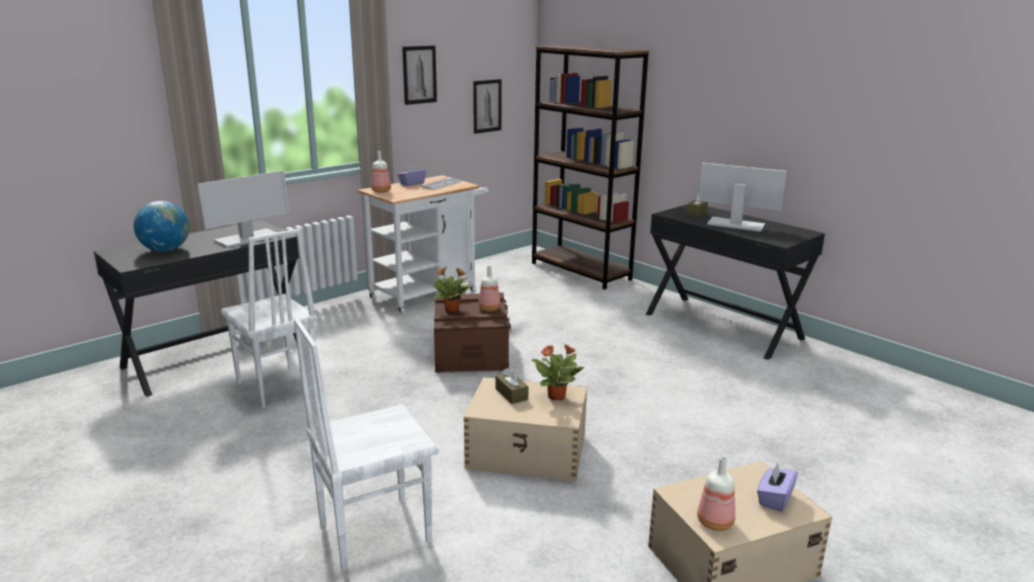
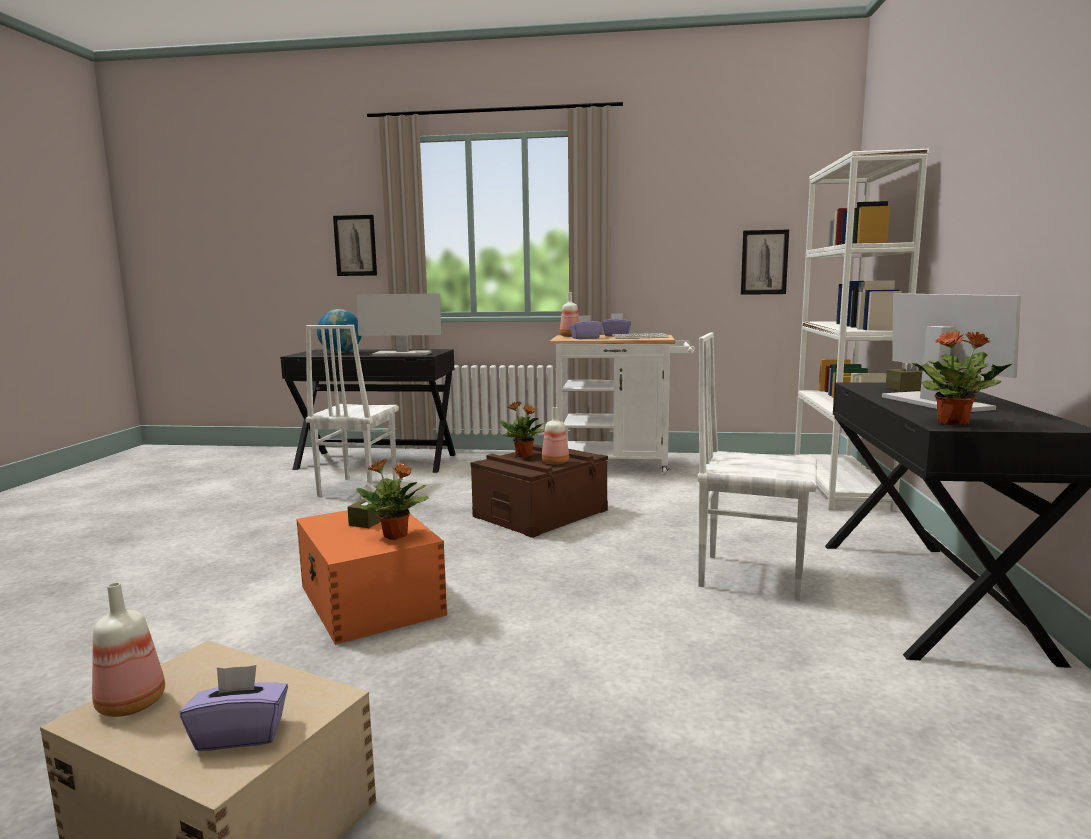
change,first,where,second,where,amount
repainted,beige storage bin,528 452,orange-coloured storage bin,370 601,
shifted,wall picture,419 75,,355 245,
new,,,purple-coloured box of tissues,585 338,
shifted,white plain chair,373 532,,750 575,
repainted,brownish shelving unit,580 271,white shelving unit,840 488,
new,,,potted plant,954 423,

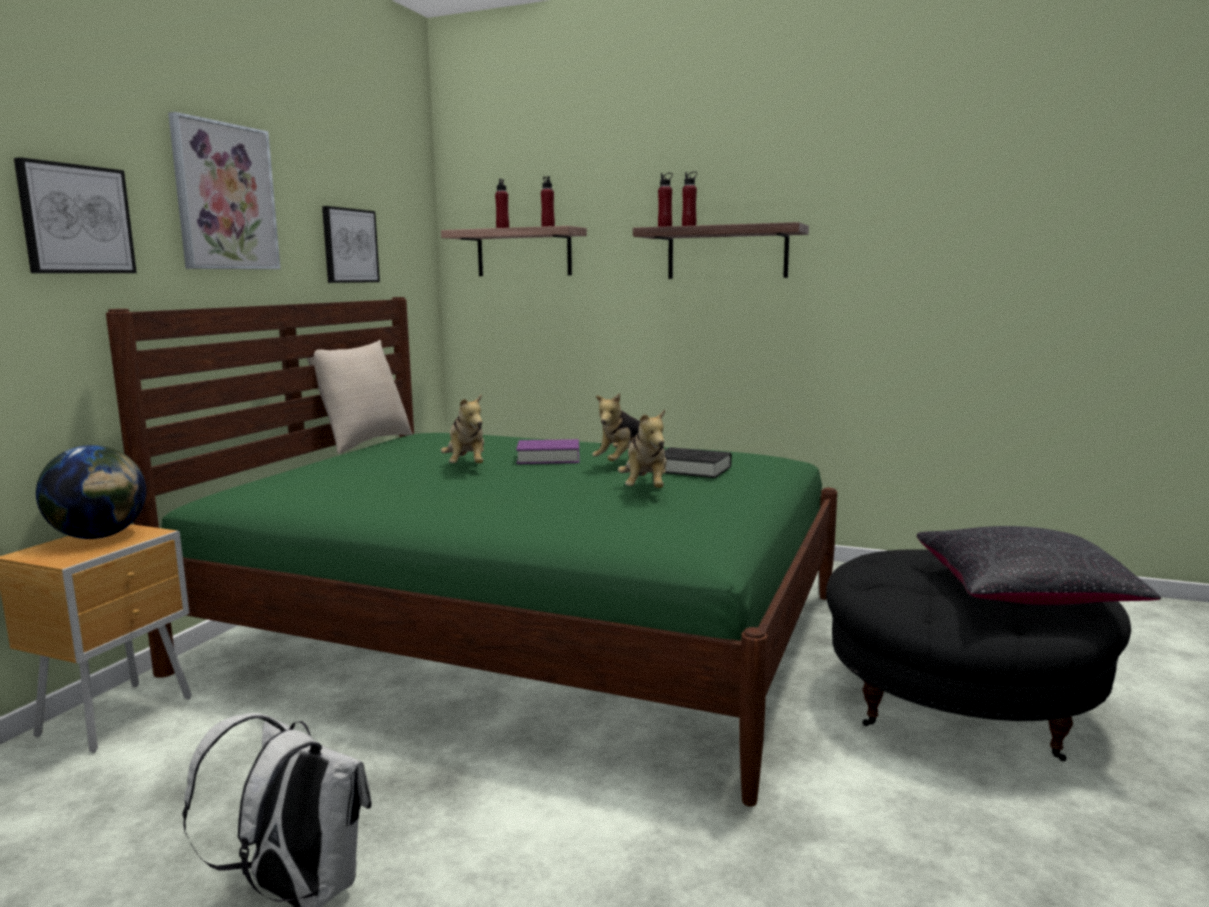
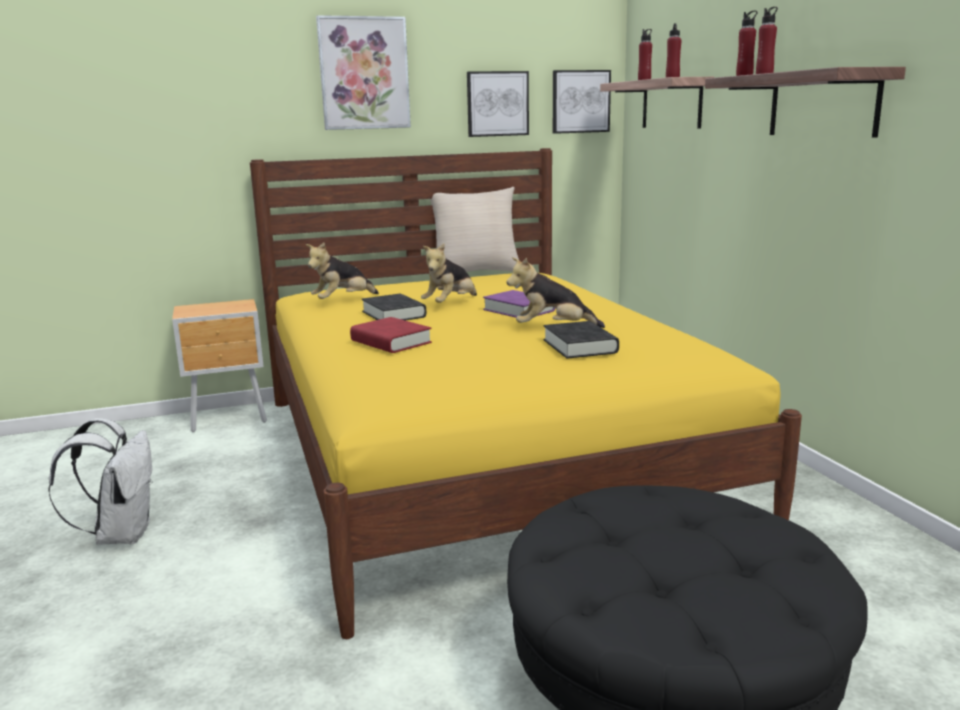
change,first,where,second,where,amount
repainted,greenish sleeping bed,527 632,yellow-coloured sleeping bed,480 458,
shifted,soft toy,645 489,,342 301,
new,,,red book,391 342,
new,,,blackish book,393 314,
shifted,wall picture,76 219,,580 101,
gone,world globe,99 536,,,
gone,blackish throw pillow,1022 592,,,

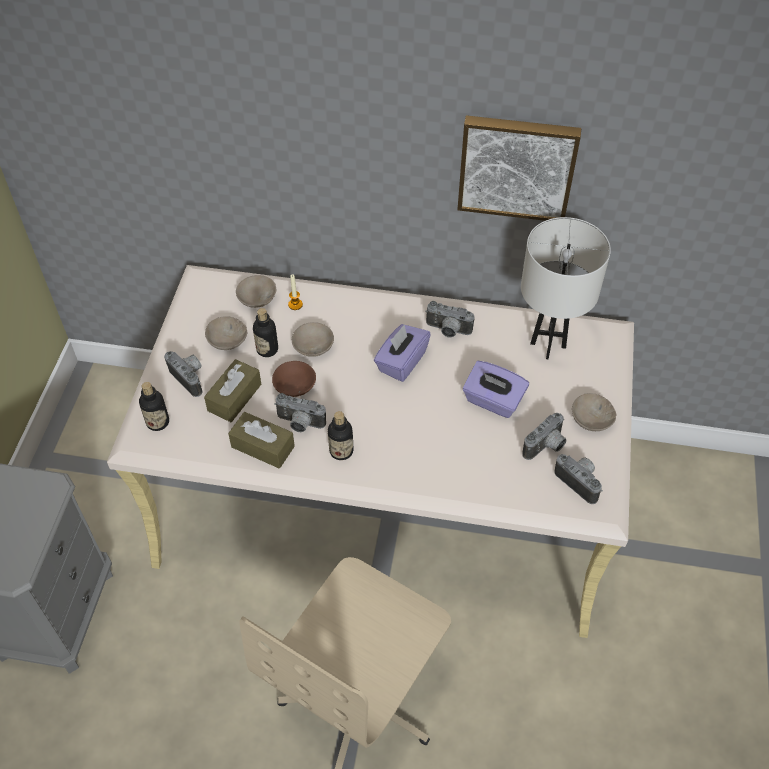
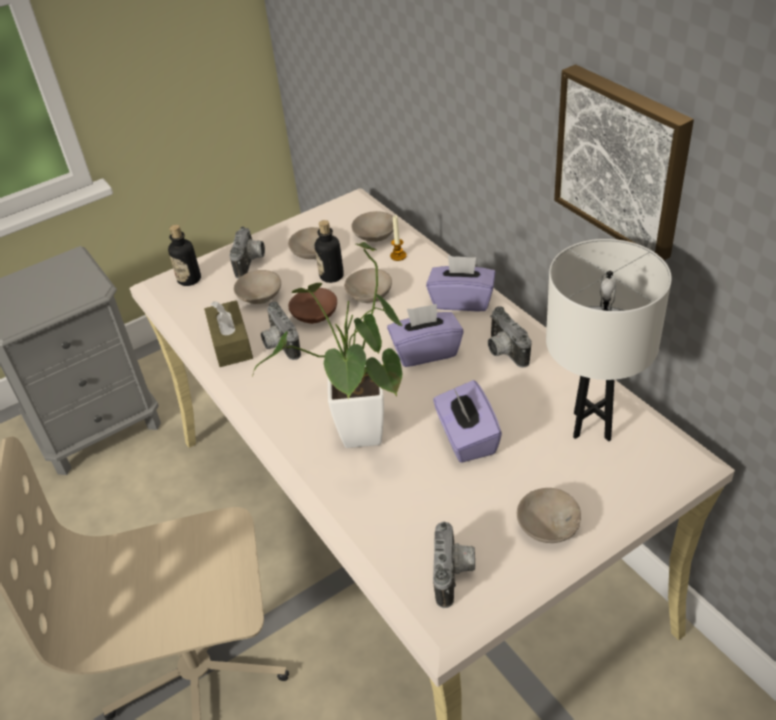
change,first,where,second,where,amount
swapped,brownish box of tissues,234 397,beige serving bowl,261 295,
new,,,potted plant,362 443,
new,,,purple-coloured box of tissues,462 300,
gone,drink bottle,341 451,,,
gone,photo camera,546 447,,,

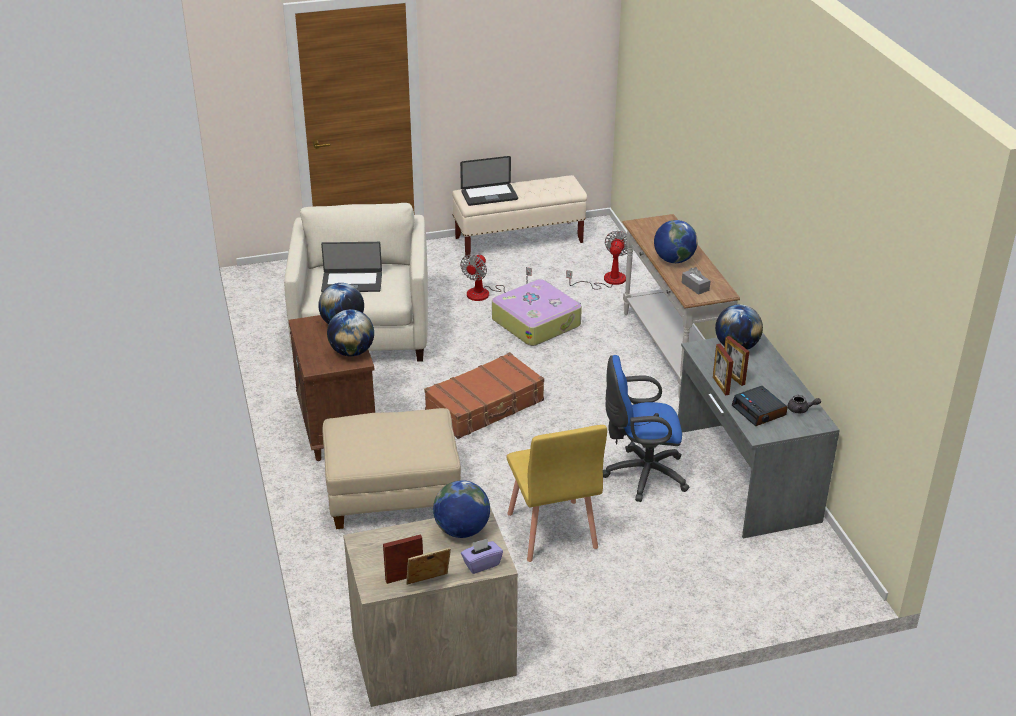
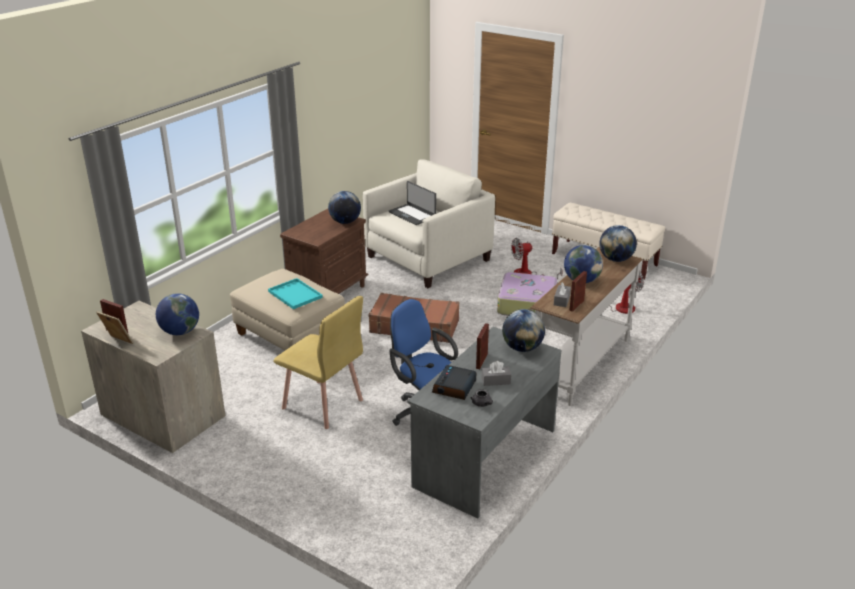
change,first,where,second,where,amount
new,,,blue-green carrying tray,294 294,
rotated,yellow-coloured plain chair,551 531,,322 404,90 degrees counterclockwise
new,,,gray box of tissues,496 381,
shifted,picture frame,720 386,,576 305,
shifted,world globe,352 352,,616 259,
gone,laptop,489 196,,,
gone,purple-coloured box of tissues,481 564,,,

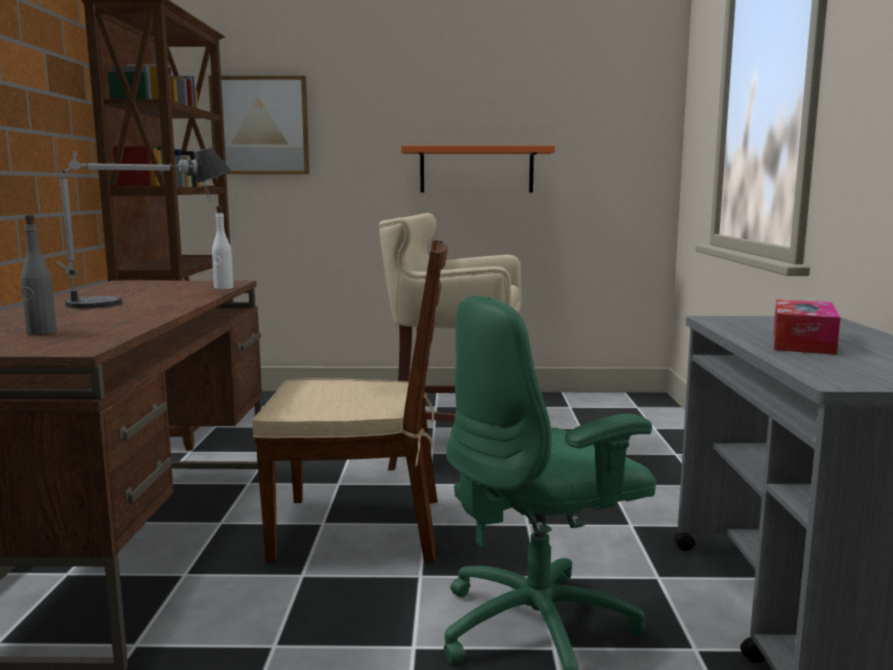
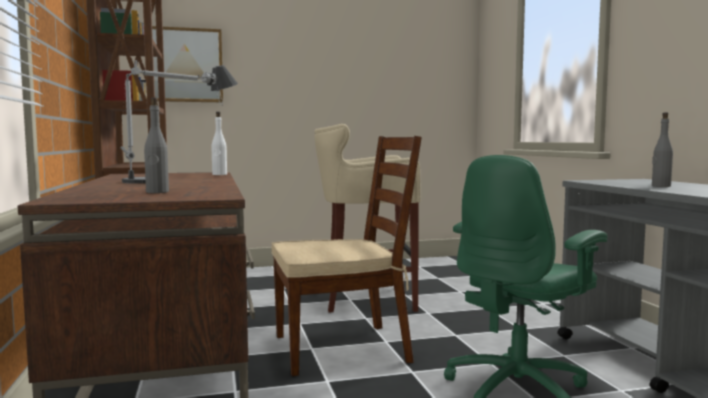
change,first,where,second,where,amount
swapped,box of tissues,802 342,gray drink bottle,660 186,
gone,orange-coloured wall shelf,476 170,,,

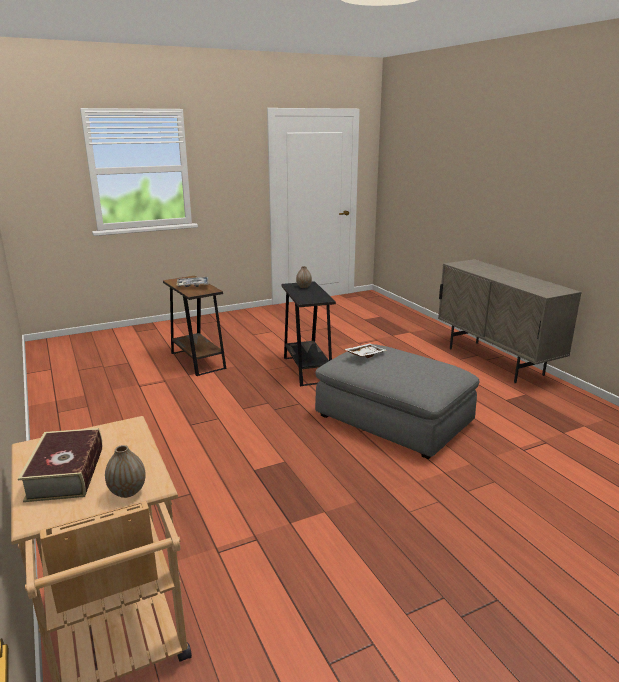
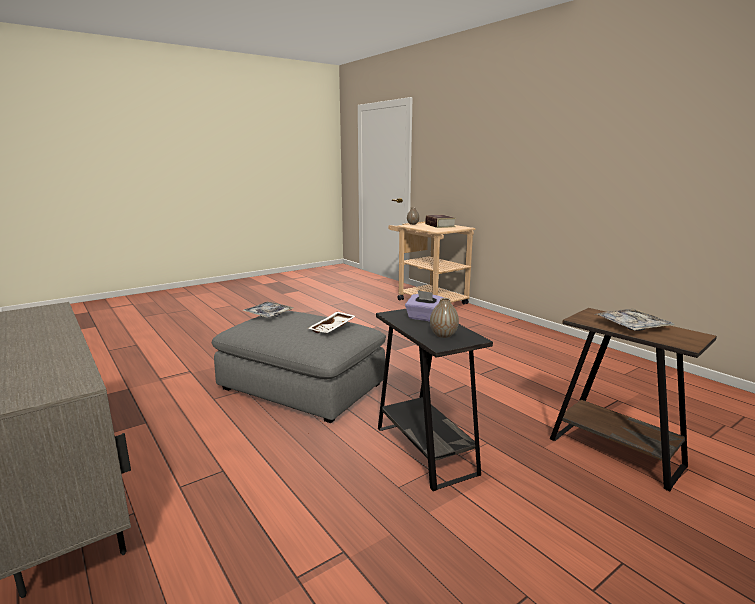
change,first,where,second,where,amount
new,,,carrying tray,268 314,
new,,,purple-coloured box of tissues,425 318,

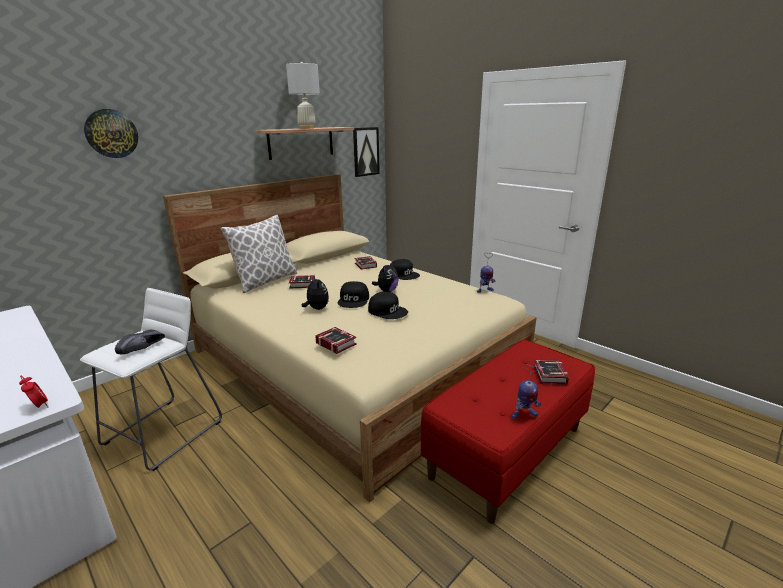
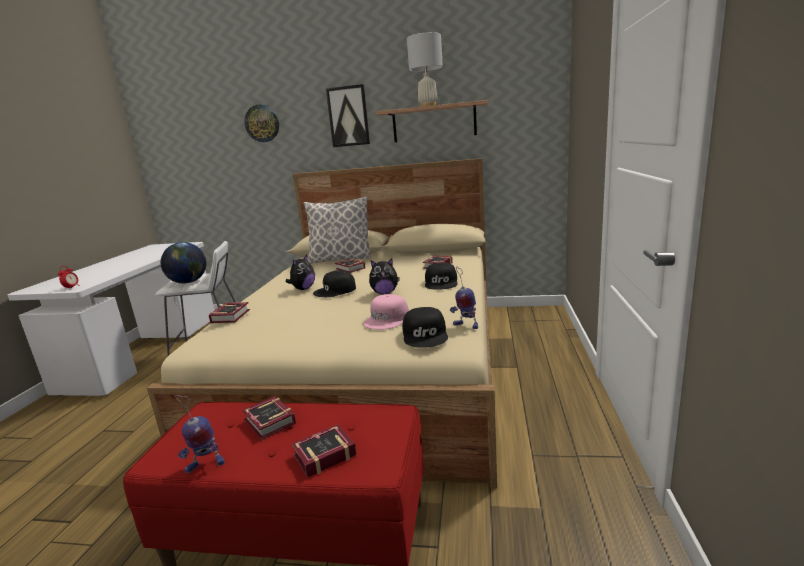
change,first,where,second,where,amount
swapped,blackish item of footwear,144 349,world globe,188 282,
rotated,robot figure,523 415,,205 465,60 degrees counterclockwise
new,,,book,269 423,
shifted,wall picture,365 151,,348 116,
new,,,pinkish peaked cap,387 319,
shifted,blackish peaked cap,388 311,,426 335,

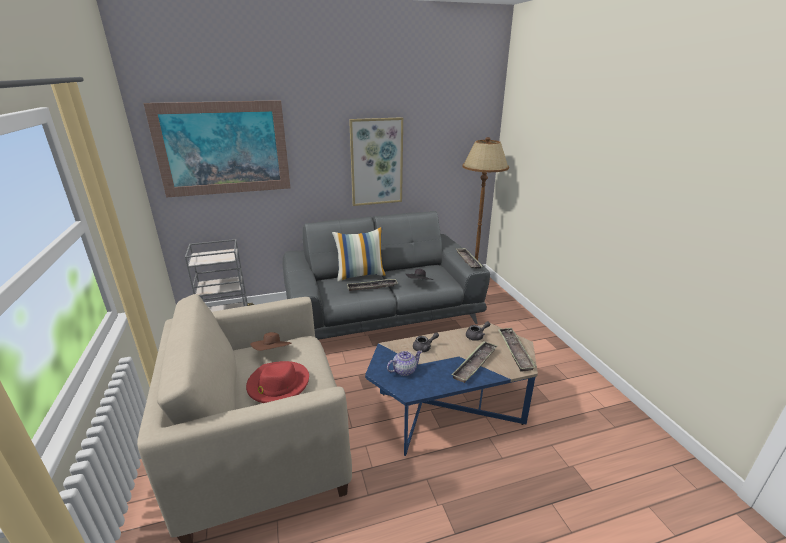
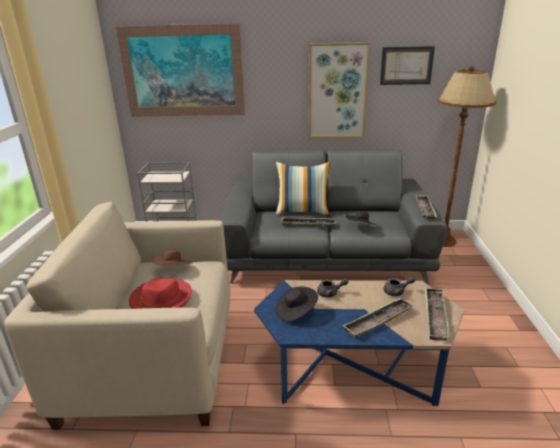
change,first,where,second,where,amount
swapped,tea pot,404 370,blackish clothing hat,296 312,
new,,,wall picture,406 65,

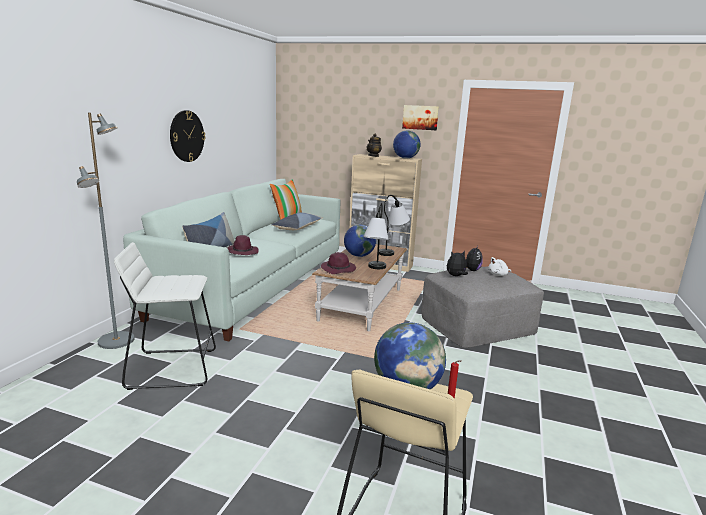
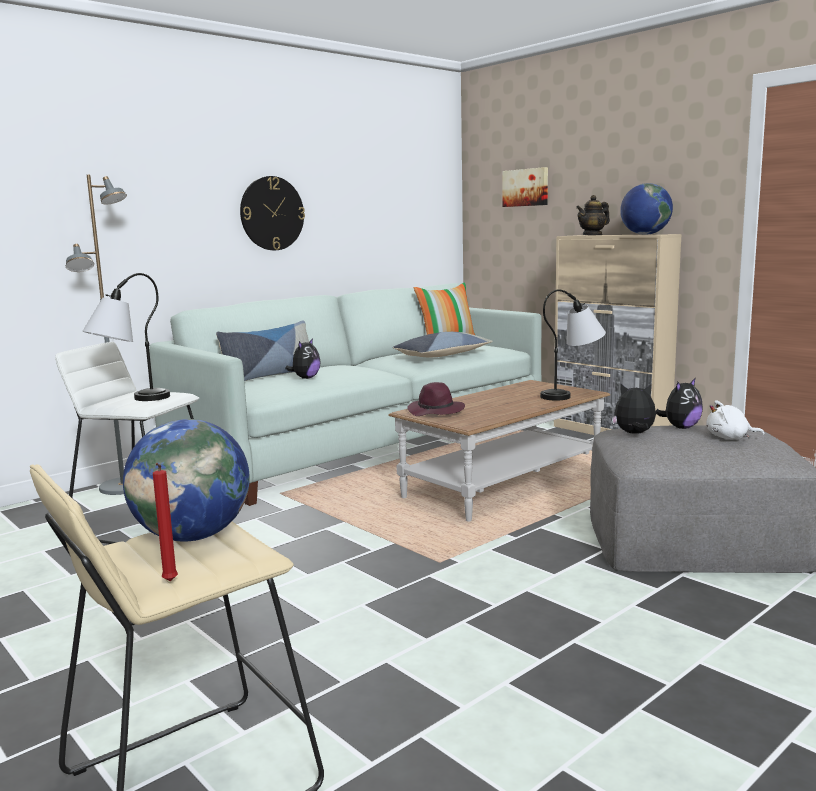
change,first,where,second,where,amount
shifted,tabletop lamp,374 270,,130 401,
swapped,purple-coloured clothing hat,242 252,soft toy,305 378,
shifted,wall picture,420 117,,526 187,
gone,world globe,359 256,,,

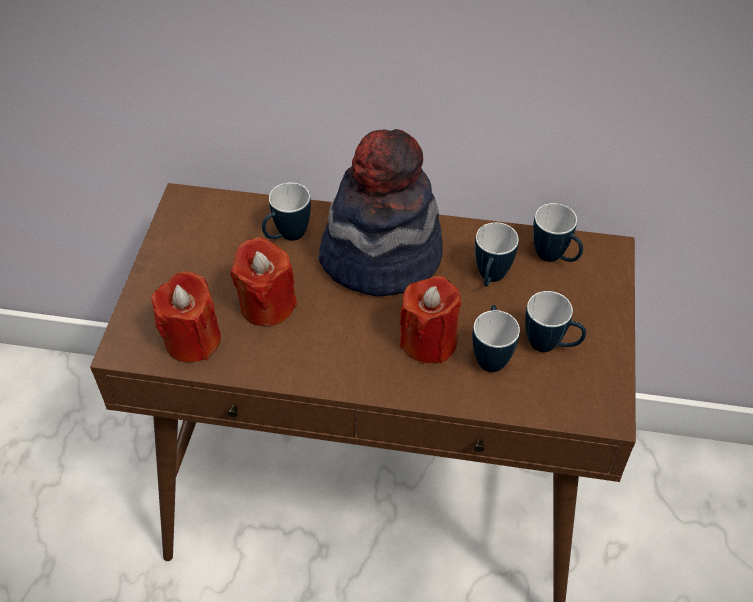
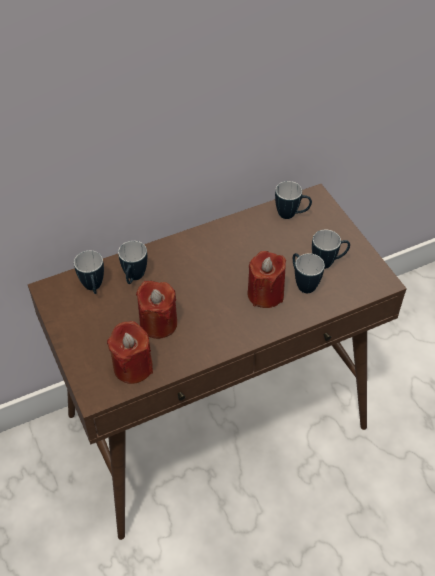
change,first,where,second,where,amount
shifted,mug,490 279,,93 288,
gone,clothing hat,381 256,,,

